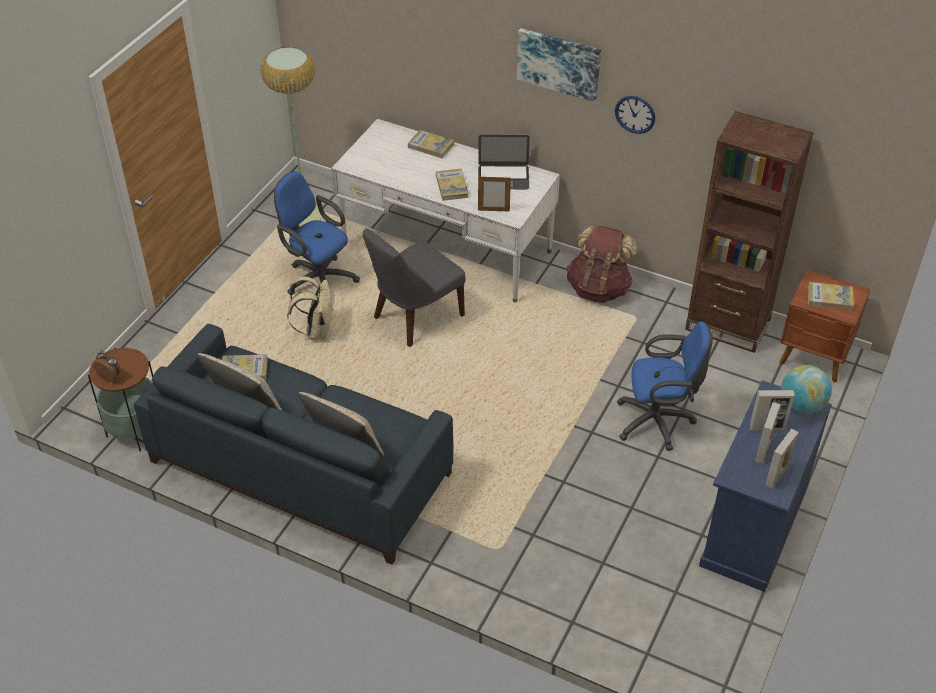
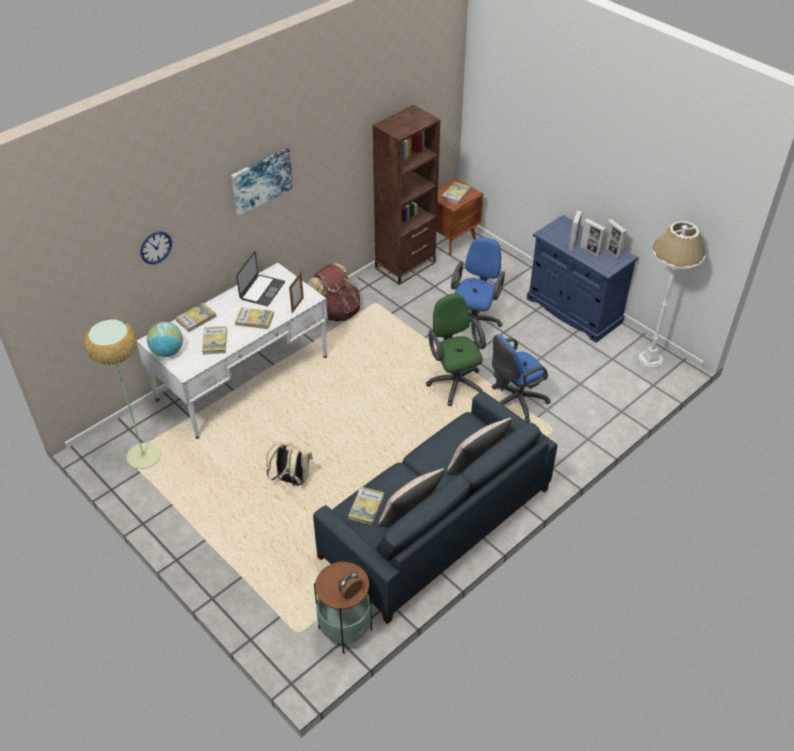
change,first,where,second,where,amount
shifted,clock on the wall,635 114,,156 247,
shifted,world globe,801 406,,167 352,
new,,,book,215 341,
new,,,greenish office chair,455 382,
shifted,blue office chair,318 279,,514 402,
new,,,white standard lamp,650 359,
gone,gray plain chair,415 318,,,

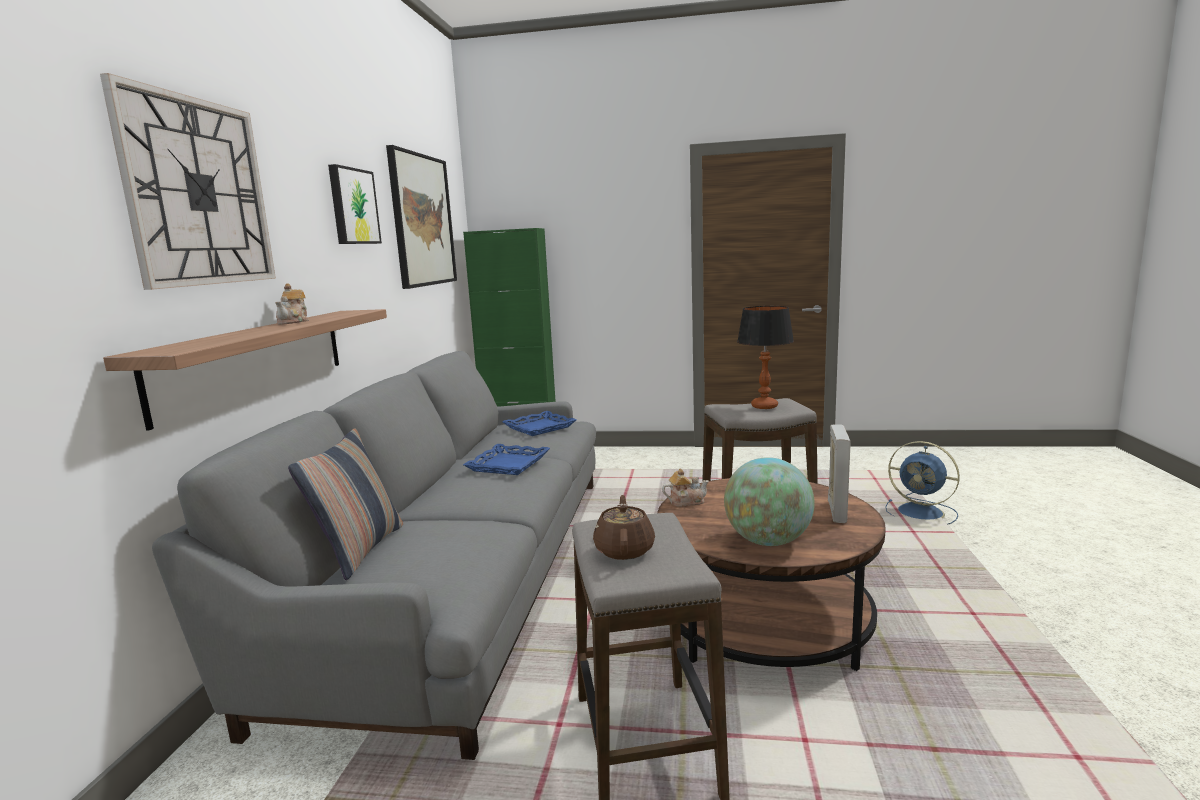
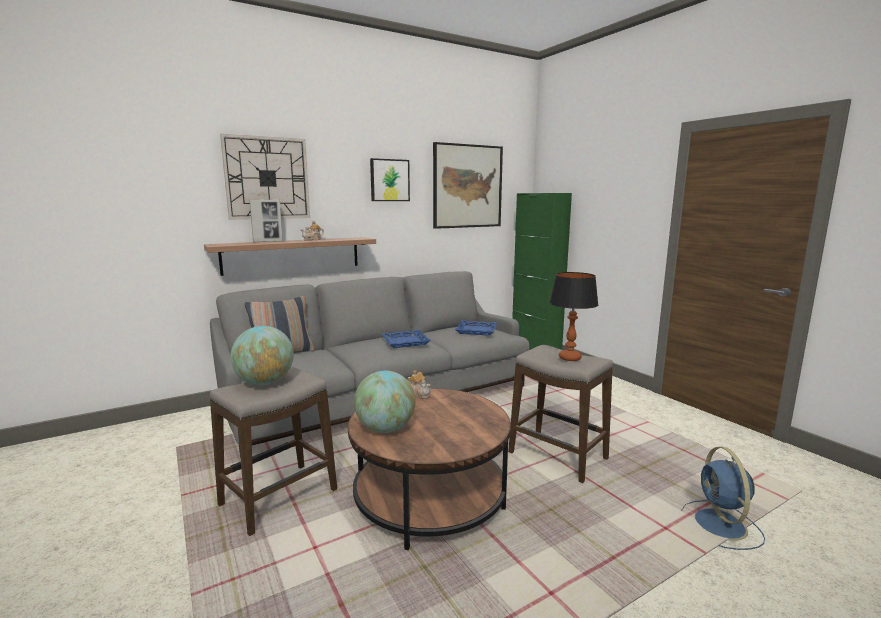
change,first,where,second,where,amount
swapped,brownish tea pot,624 549,world globe,265 382,
shifted,picture frame,837 512,,268 242,

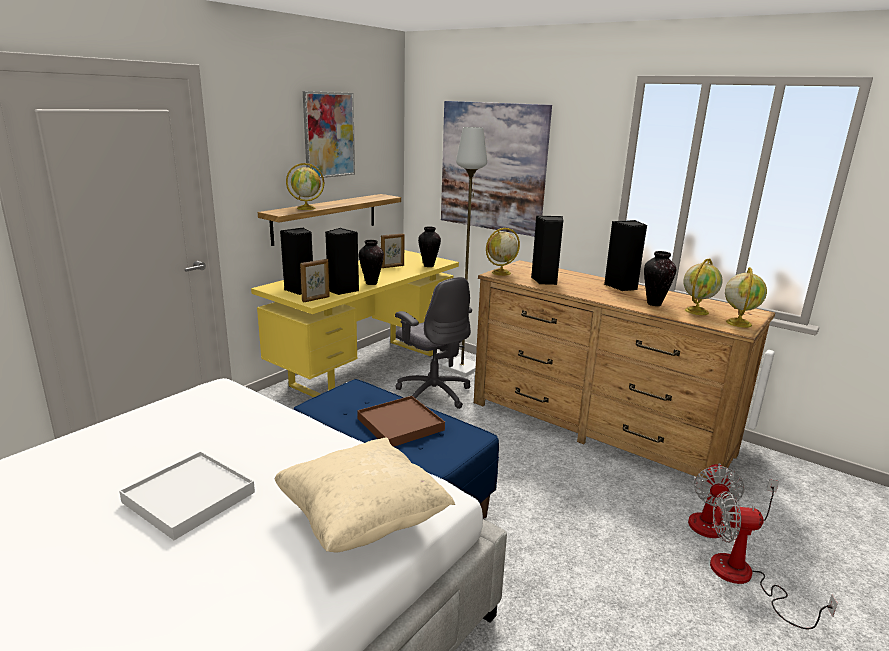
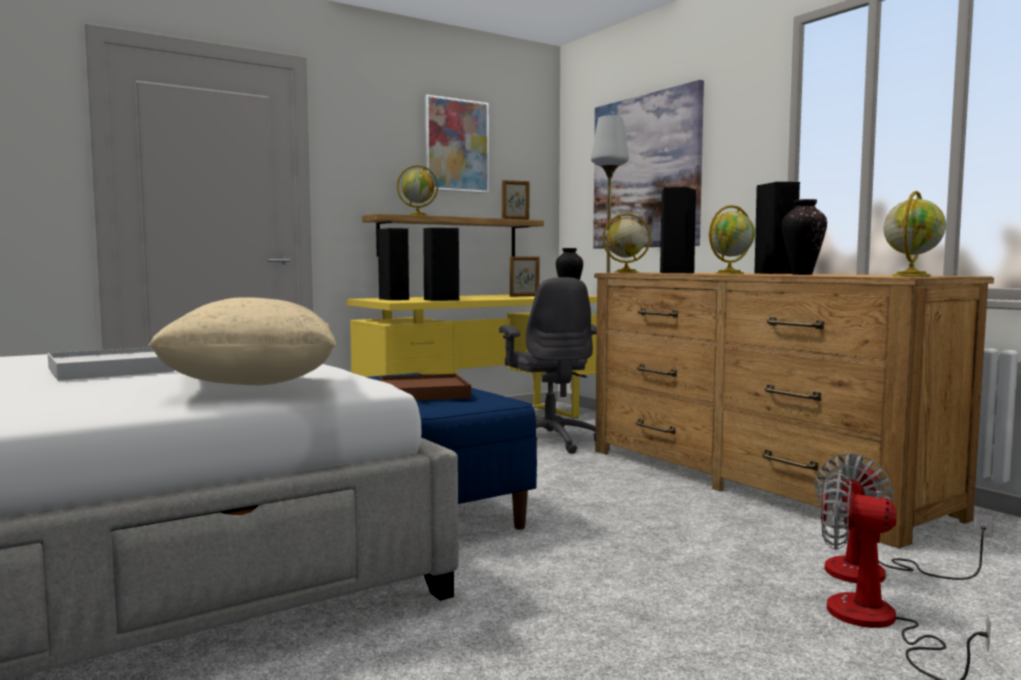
change,first,where,second,where,amount
shifted,picture frame,316 299,,515 219,
shifted,world globe,696 311,,730 273,
gone,vase,371 283,,,

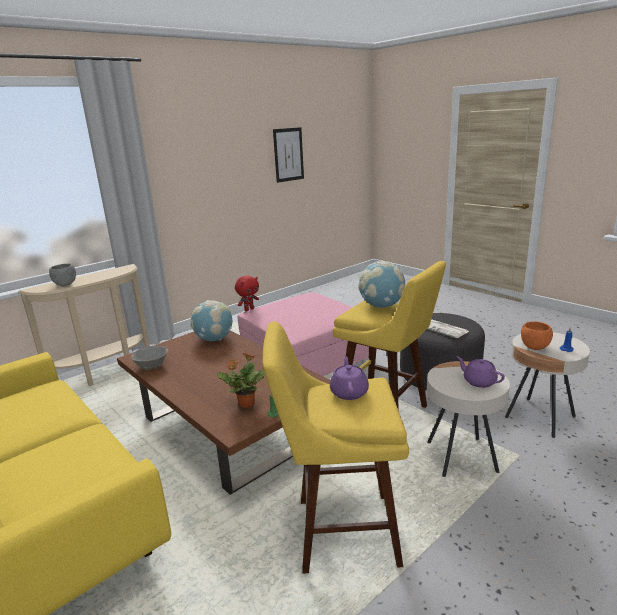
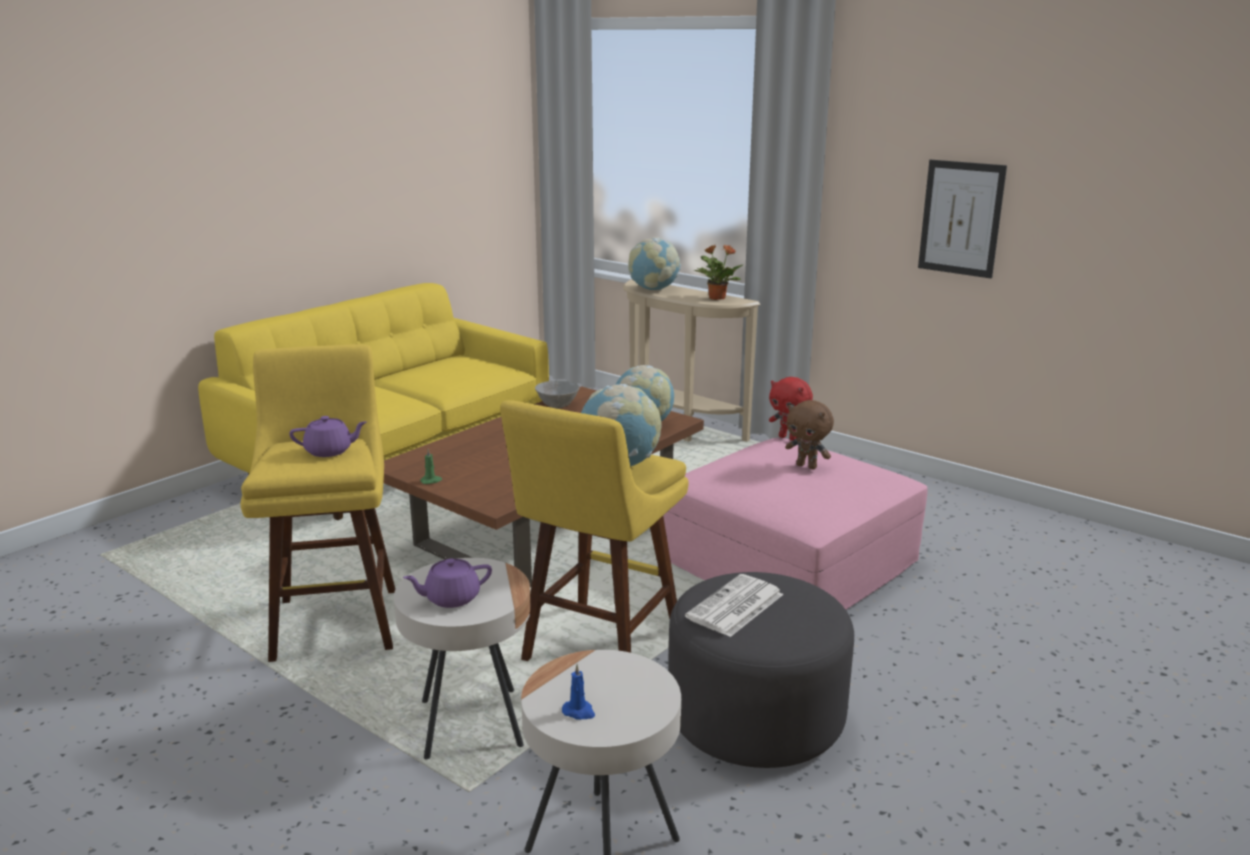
change,first,where,second,where,amount
rotated,purple-coloured tea pot,479 381,,451 598,150 degrees counterclockwise
swapped,gray serving bowl,65 285,world globe,653 289,
shifted,potted plant,246 404,,716 298,
new,,,brownish soft toy,807 466,
shifted,wall picture,288 154,,961 218,
gone,orange-coloured serving bowl,535 348,,,

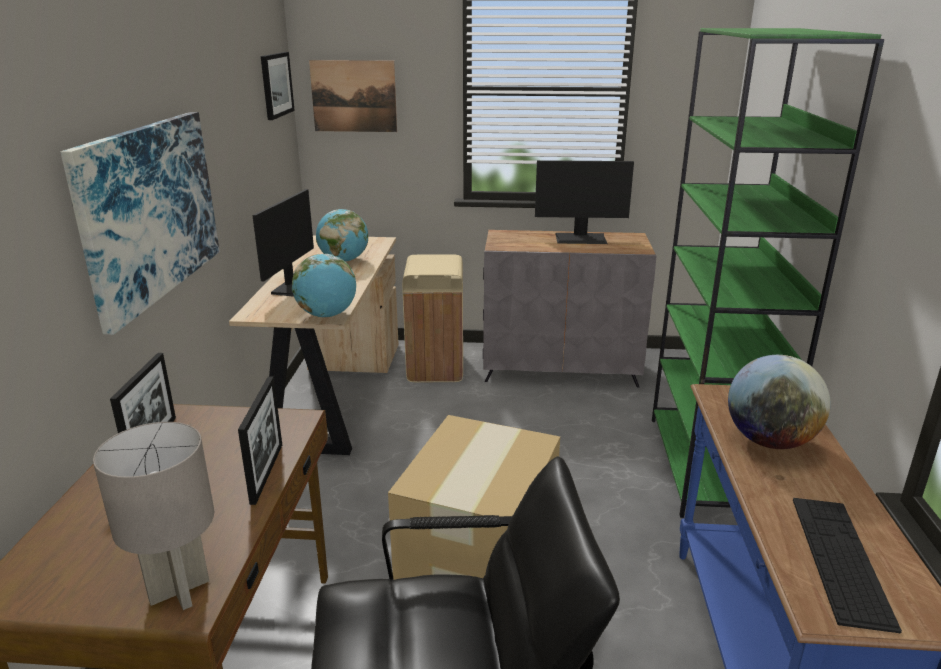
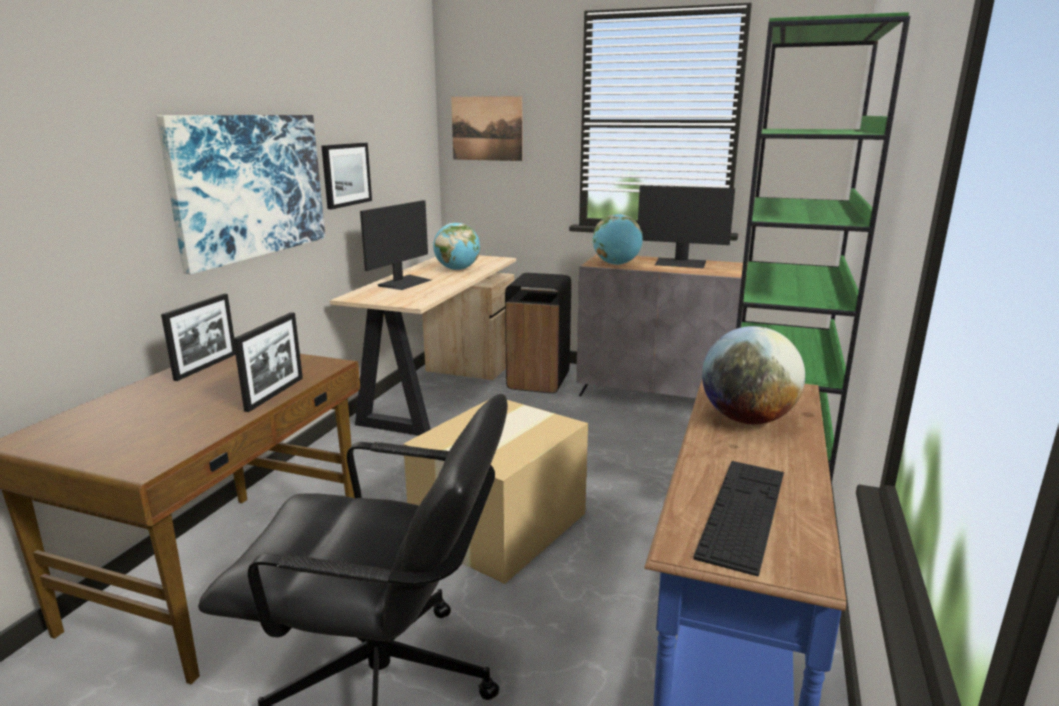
change,first,where,second,where,amount
shifted,wall picture,276 85,,346 174,
repainted,beige trash can,436 368,blackish trash can,539 381,
shifted,world globe,327 315,,616 264,
gone,gray tabletop lamp,180 591,,,

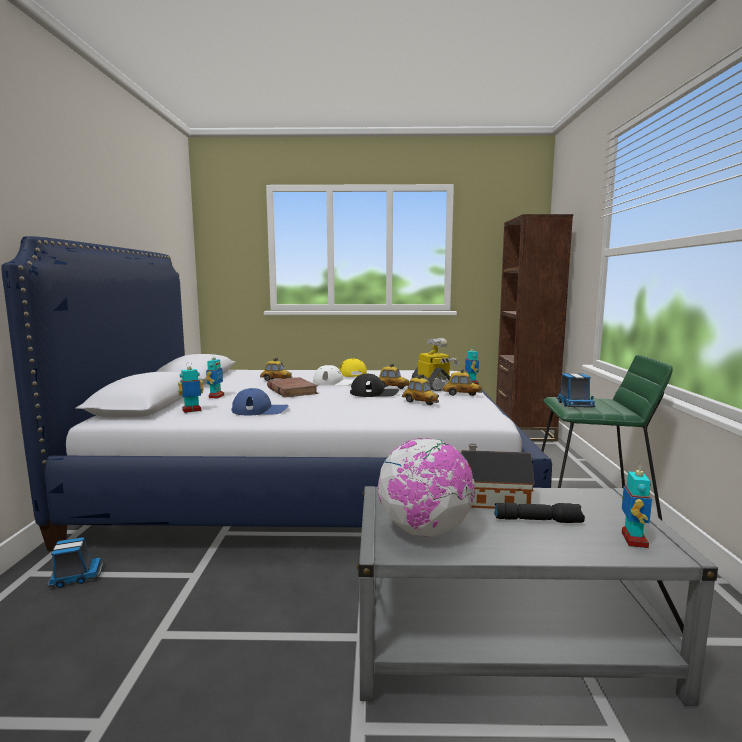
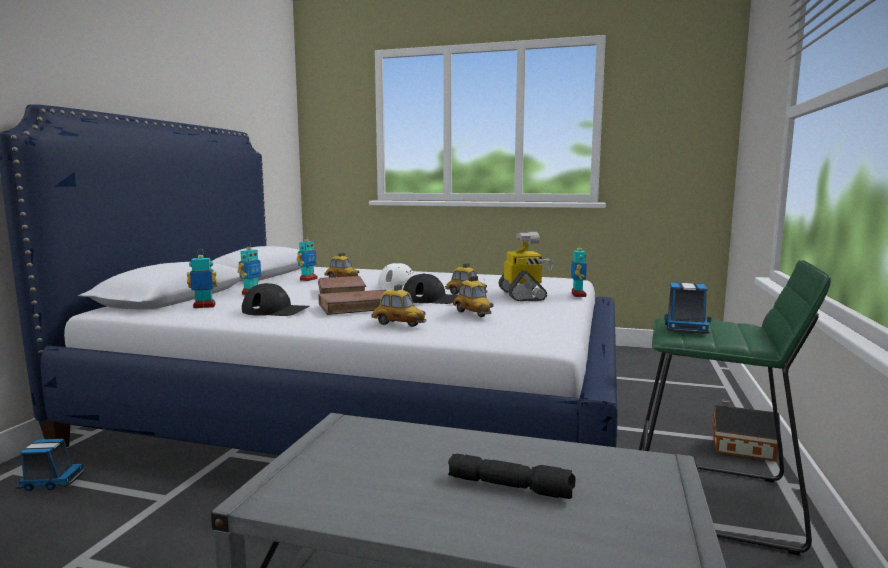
change,first,where,second,where,amount
repainted,blue peaked cap,260 410,blackish peaked cap,276 310,
shifted,robot figure,633 540,,308 279,
new,,,brownish book,358 307,
shifted,toy car,461 394,,399 324,
shifted,toy house,490 499,,740 448,
gone,yellow-coloured peaked cap,351 373,,,
gone,world globe,425 531,,,
gone,brownish shelving unit,523 431,,,

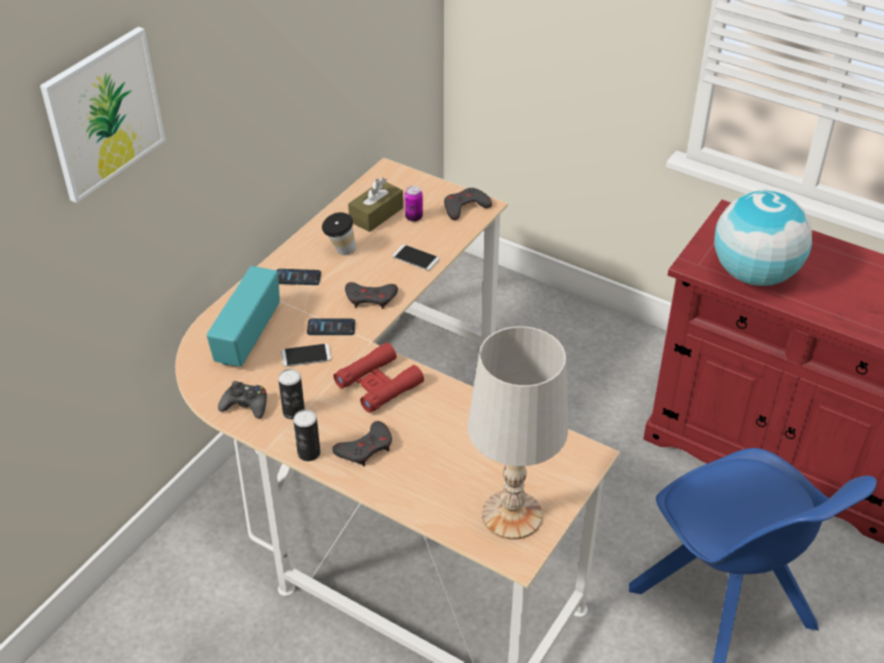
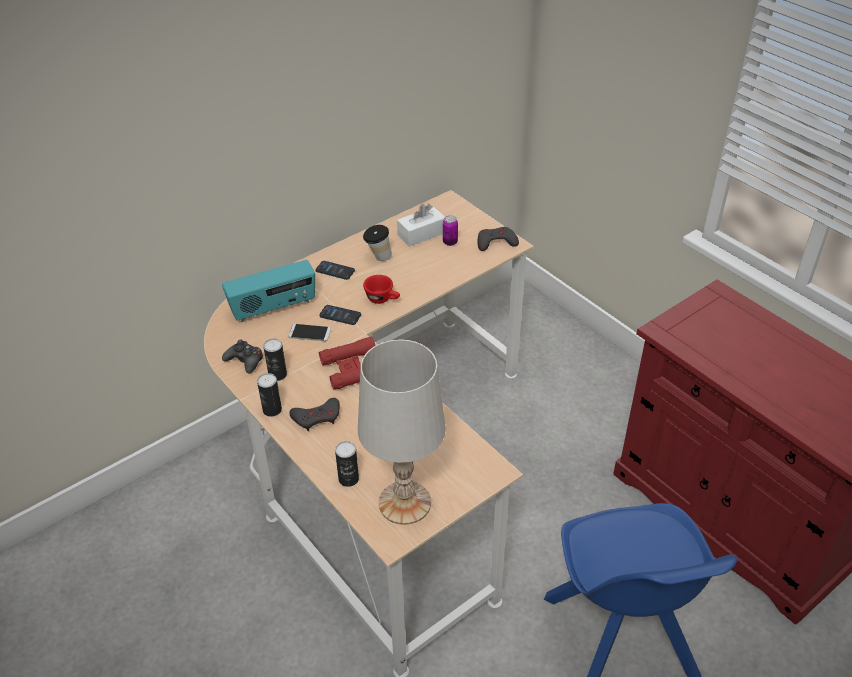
change,first,where,second,where,amount
rotated,radio,247 336,,273 308,150 degrees counterclockwise
new,,,metal can,348 479,
swapped,gray joypad,371 298,red small cup,383 299,
repainted,brownish box of tissues,376 214,white box of tissues,421 234,
gone,wall picture,104 113,,,
gone,telephone,415 258,,,
gone,world globe,754 275,,,

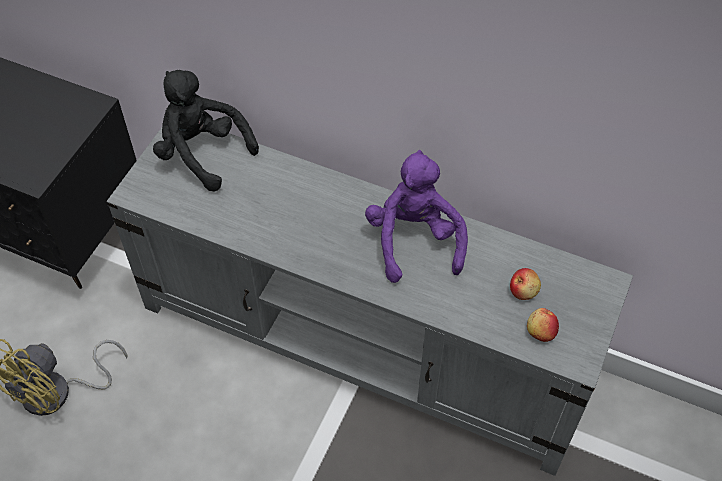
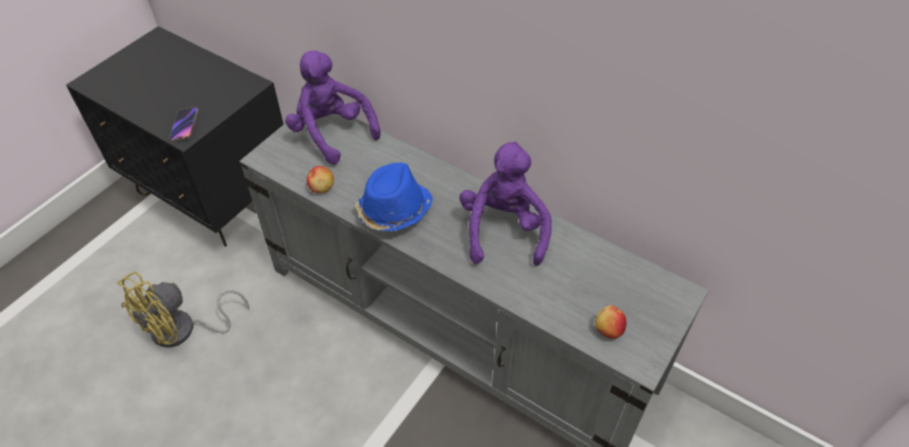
change,first,where,second,where,amount
new,,,telephone,185 126,
repainted,blackish soft toy,202 153,purple-coloured soft toy,331 133,
shifted,whole apple,523 291,,322 187,
new,,,blue clothing hat,393 210,

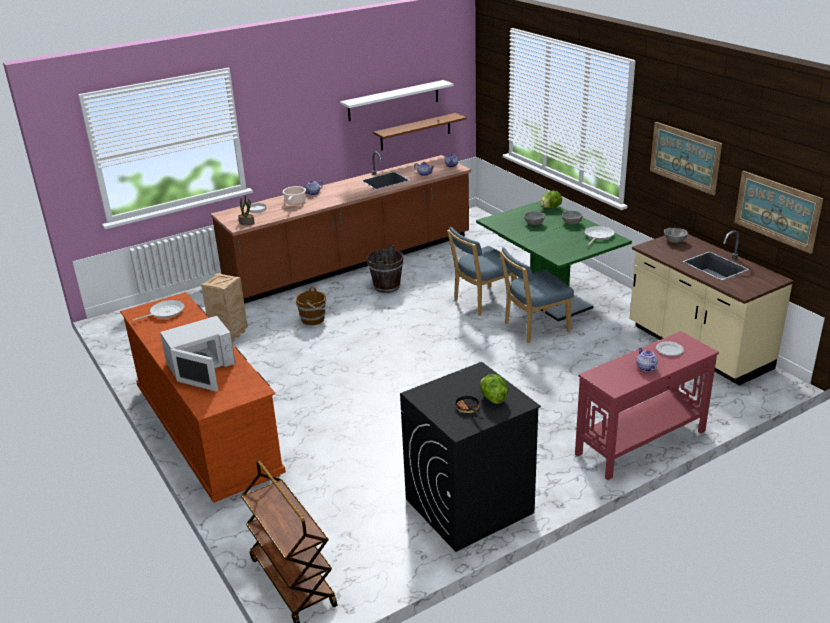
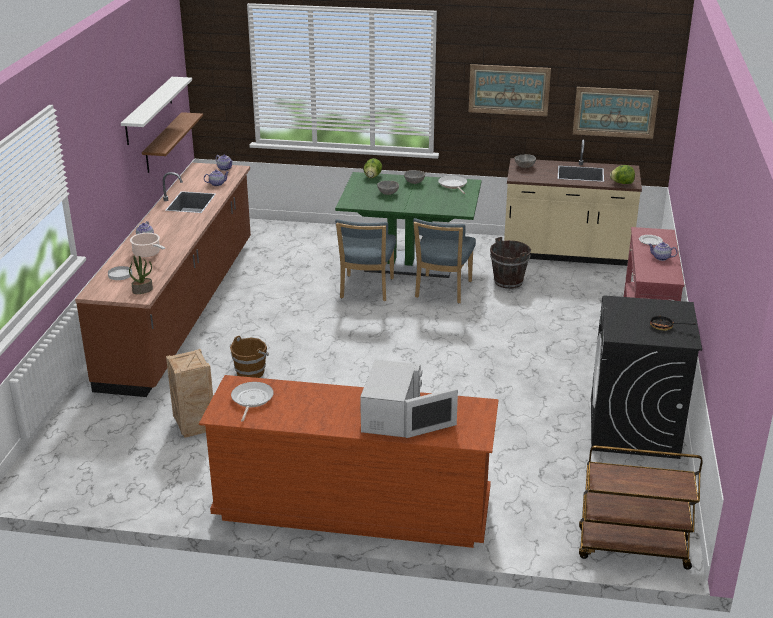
change,first,where,second,where,amount
shifted,brownish bucket,386 286,,508 282,
shifted,head of lettuce,493 398,,622 183,

